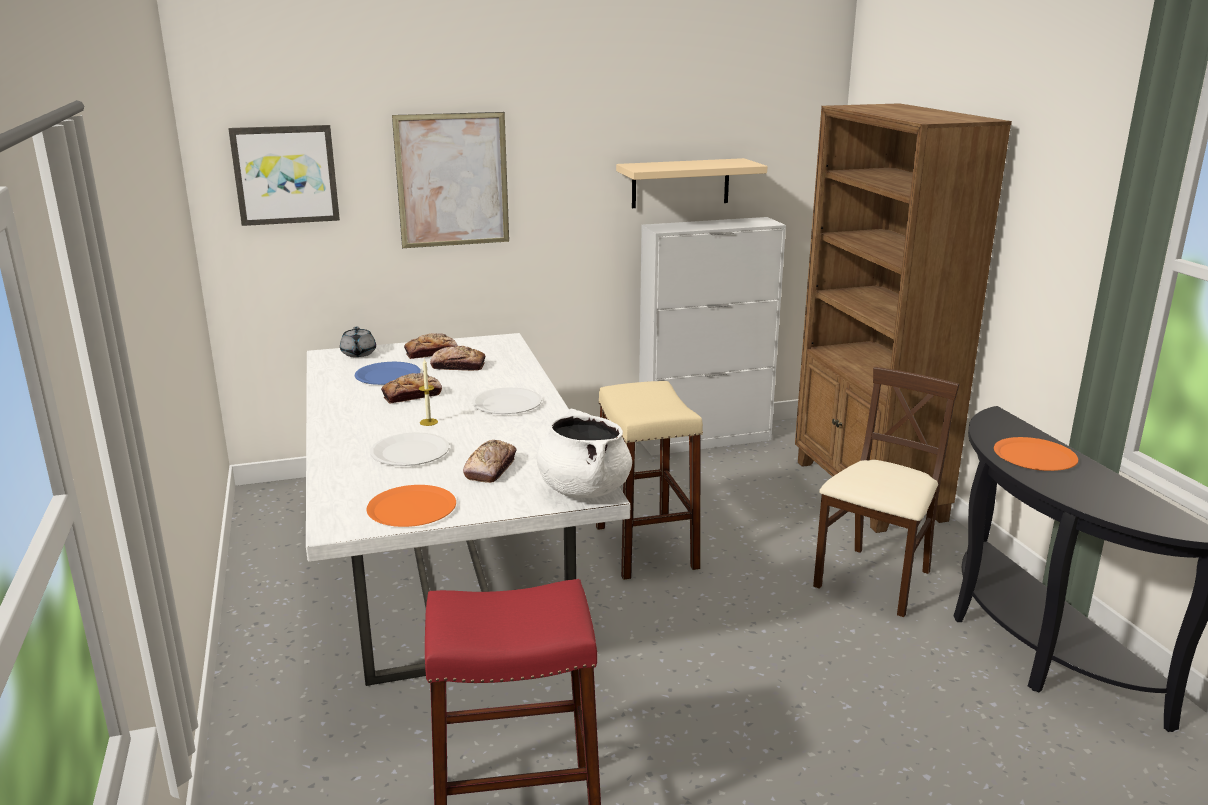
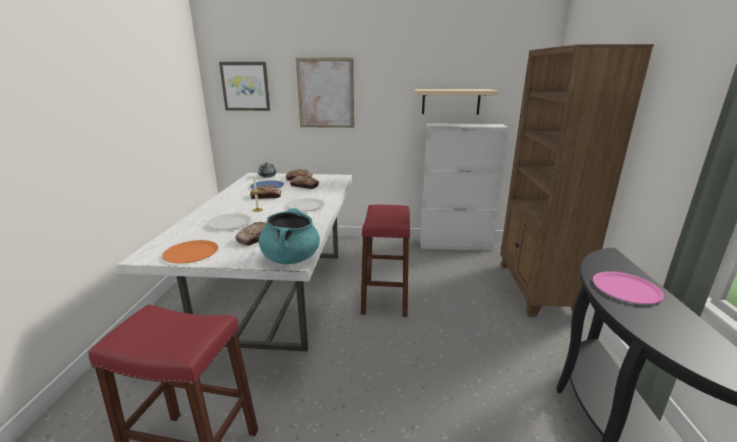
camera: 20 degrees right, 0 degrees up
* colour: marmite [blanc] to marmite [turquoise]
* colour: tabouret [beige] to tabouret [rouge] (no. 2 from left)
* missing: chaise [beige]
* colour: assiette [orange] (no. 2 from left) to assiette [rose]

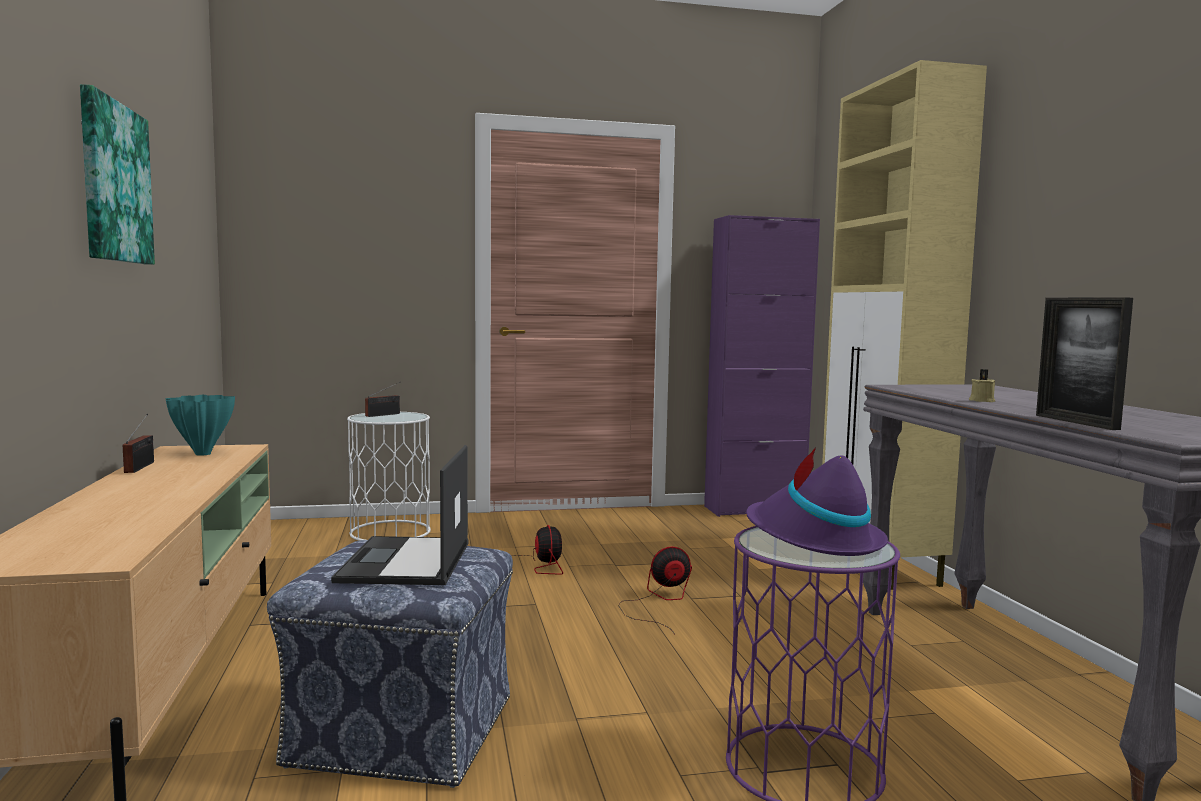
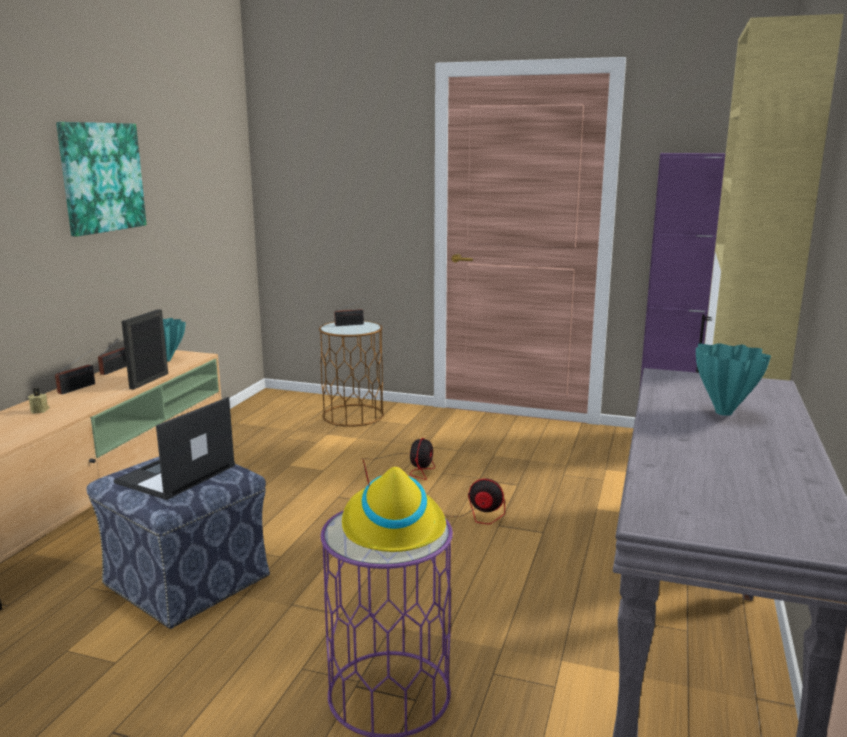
camera: 30 degrees right, 10 degrees up
* colour: table d'appoint [blanc] to table d'appoint [marron]
* colour: chapeau [violet] to chapeau [jaune]
* relocated: bougie [beige]
* relocated: cadre photo
* appeared: radio (no. 1 from left)
* appeared: vase [turquoise] (no. 2 from left)

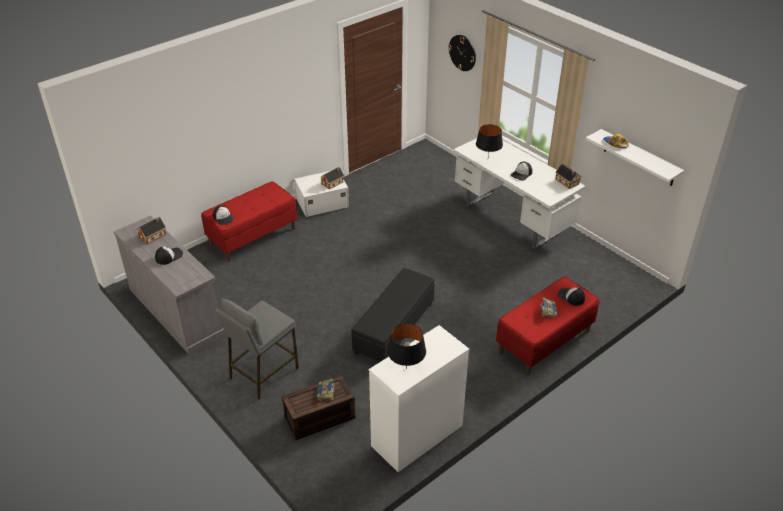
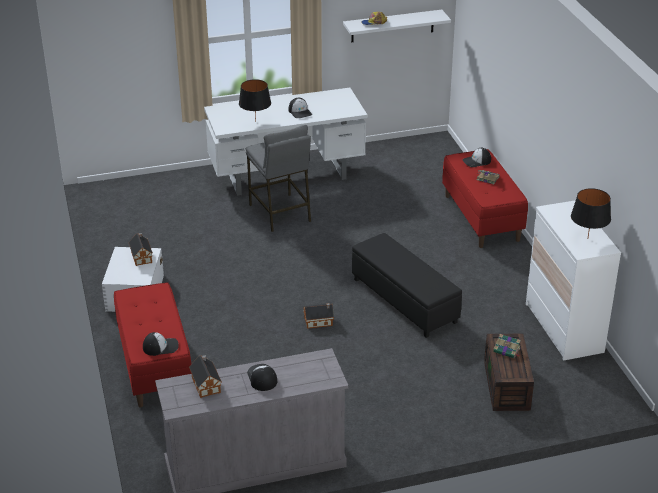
camera: 65 degrees left, 5 degrees down
* relocated: tabouret [gris]
* missing: horloge murale
* relocated: maison miniature (no. 3 from left)

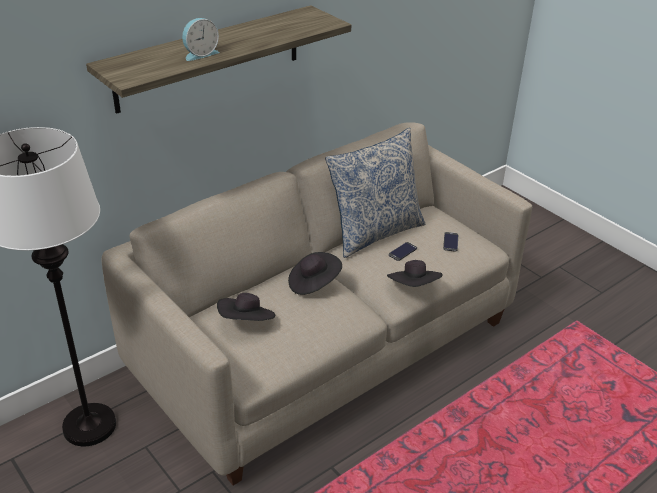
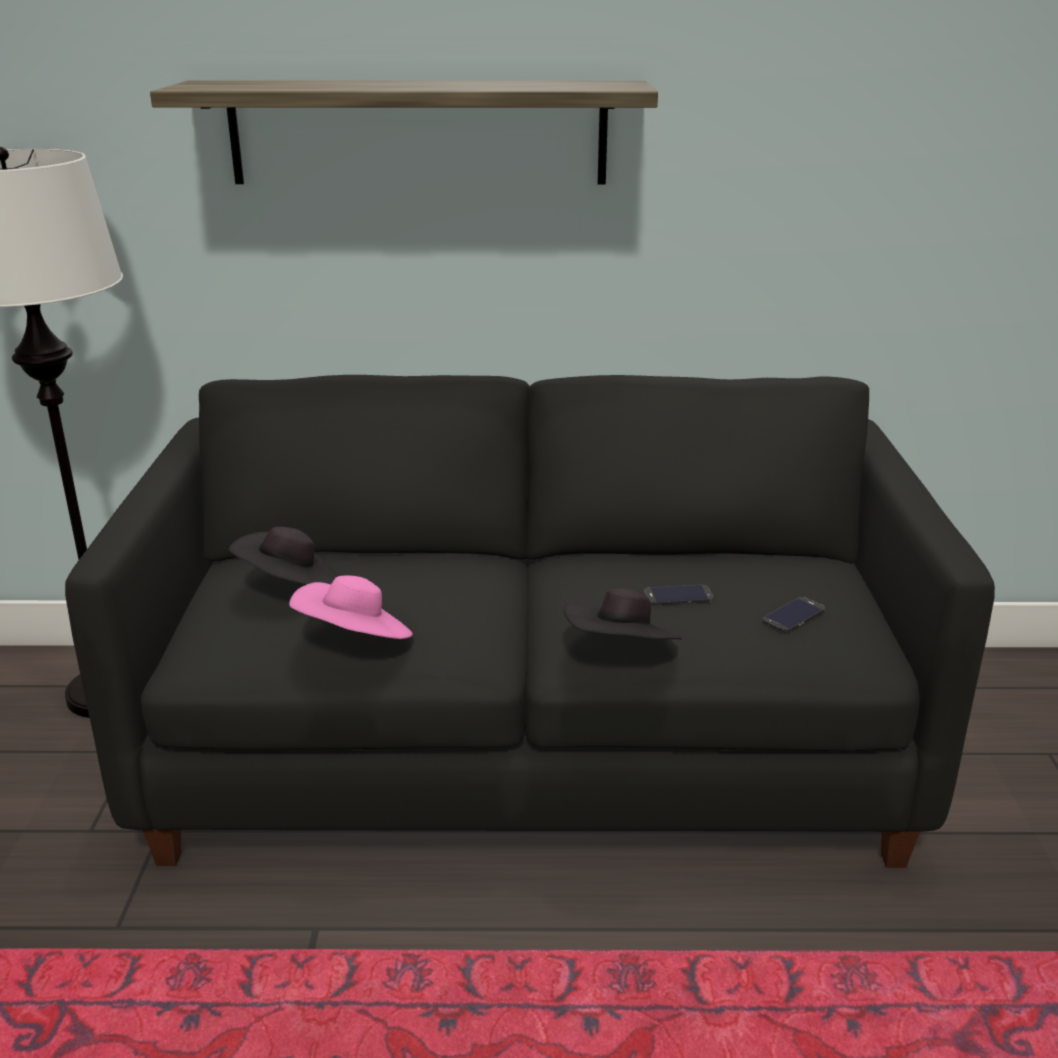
camera: 40 degrees right, 10 degrees down
* colour: canapé [beige] to canapé [noir]
* missing: réveil
* missing: chapeau [noir] (no. 2 from left)
* missing: coussin
* appeared: chapeau [rose]

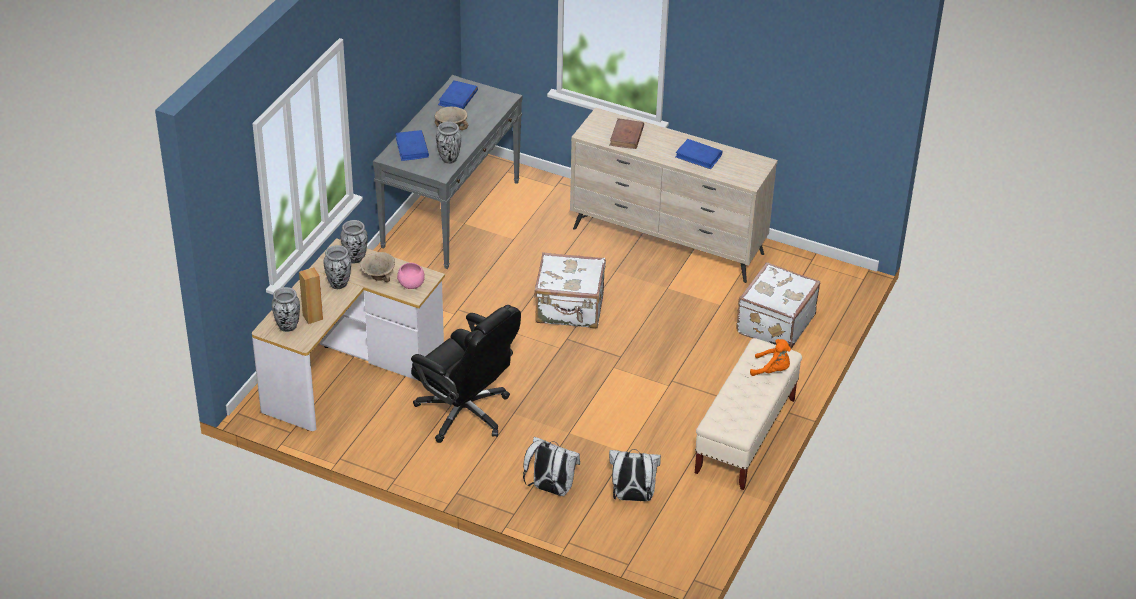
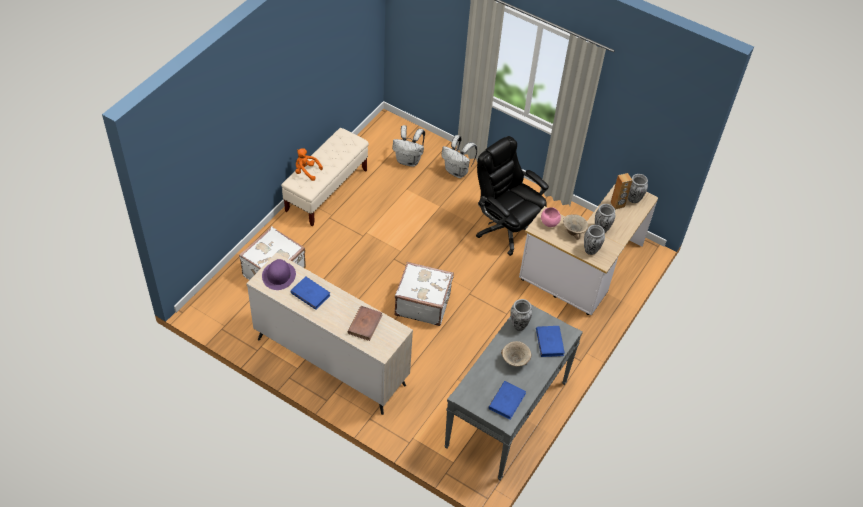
camera: 175 degrees left, 10 degrees up
* appeared: chapeau [violet]

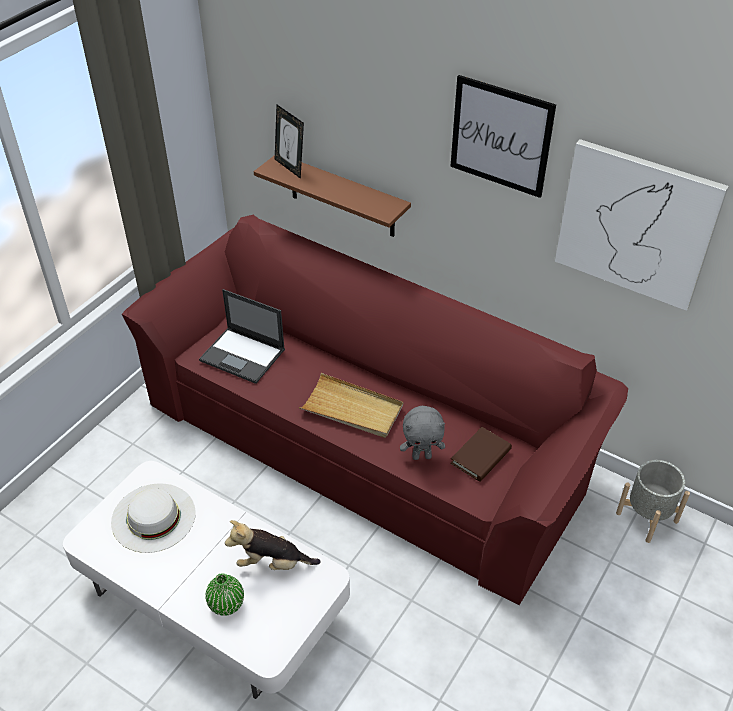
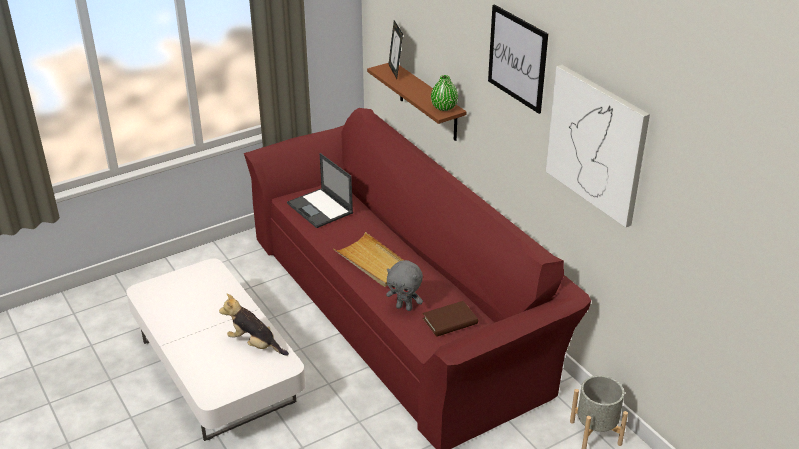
camera: 25 degrees right, 10 degrees down
* missing: chapeau [blanc]
* relocated: vase [vert]

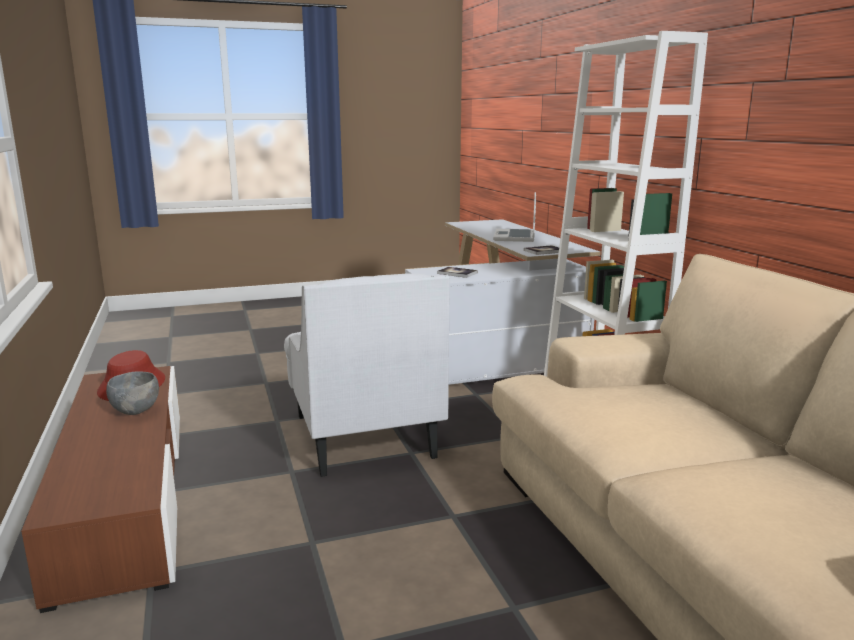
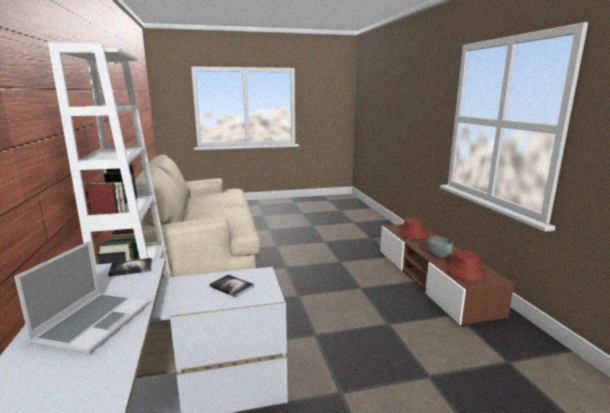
camera: 175 degrees left, 0 degrees up
* missing: fauteuil [blanc]
* appeared: chapeau [rouge] (no. 1 from left)

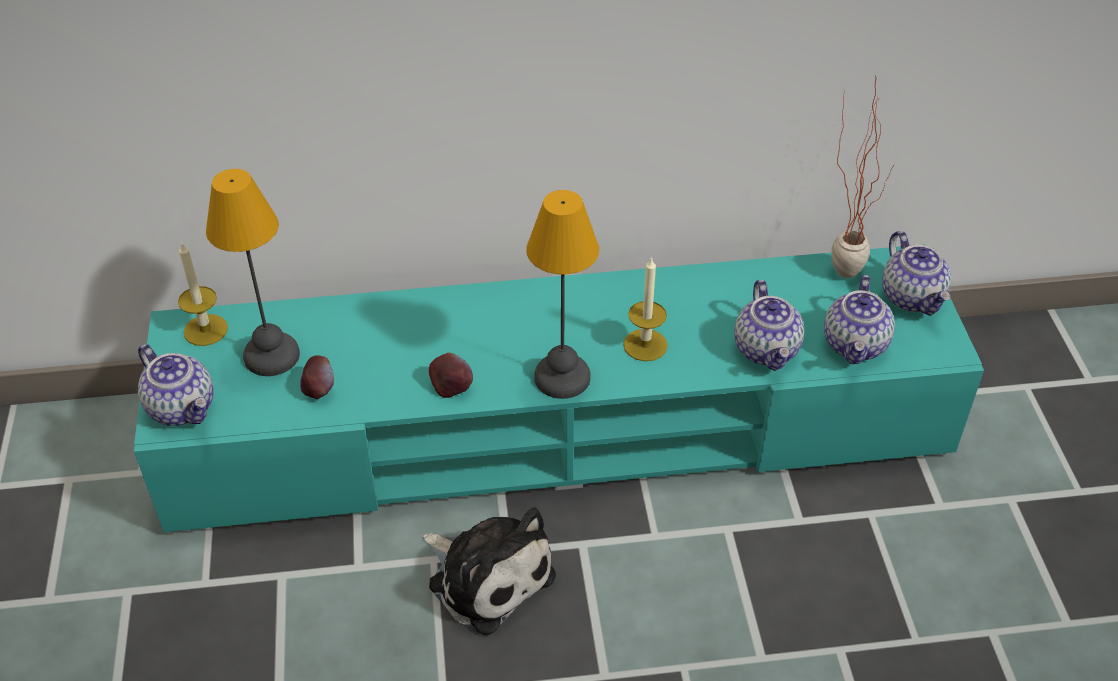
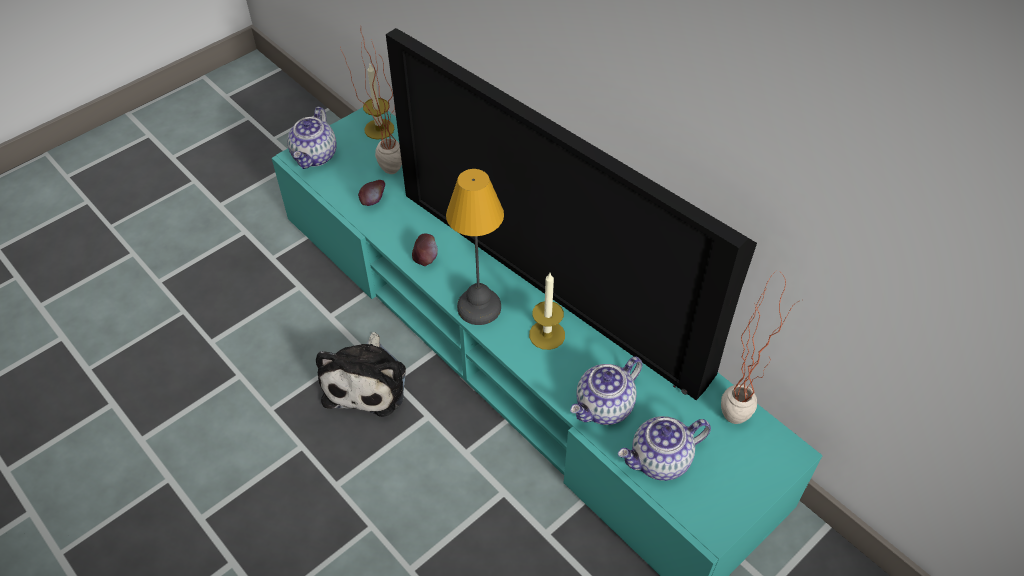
camera: 55 degrees right, 5 degrees up
* exchanged: lampe de table (no. 1 from left) to plante en pot (no. 1 from left)
* missing: théière (no. 4 from left)
* appeared: téléviseur

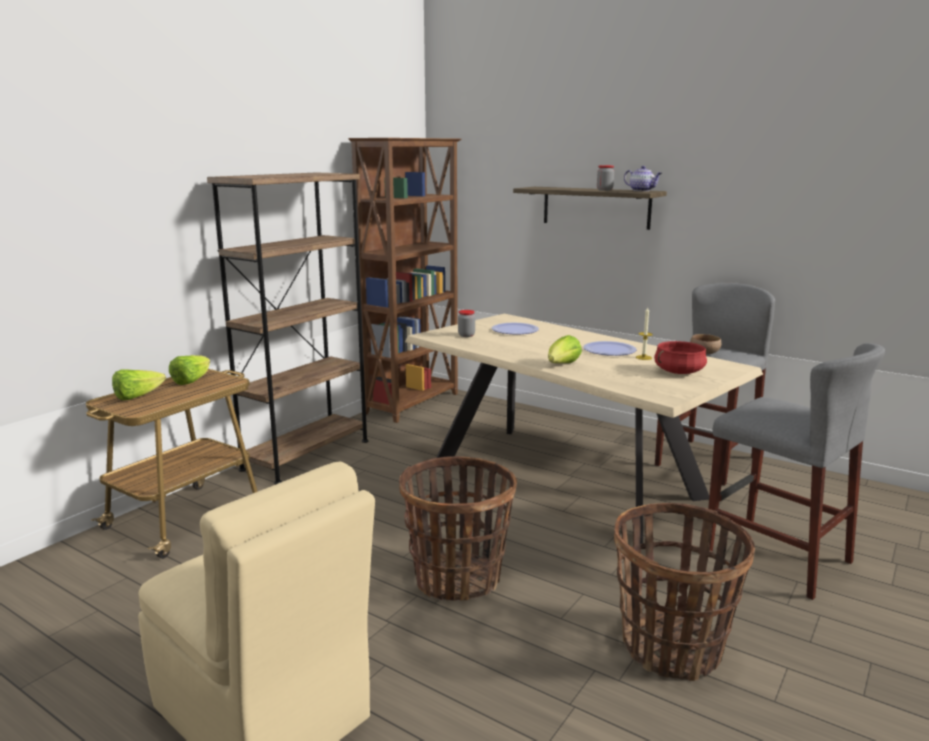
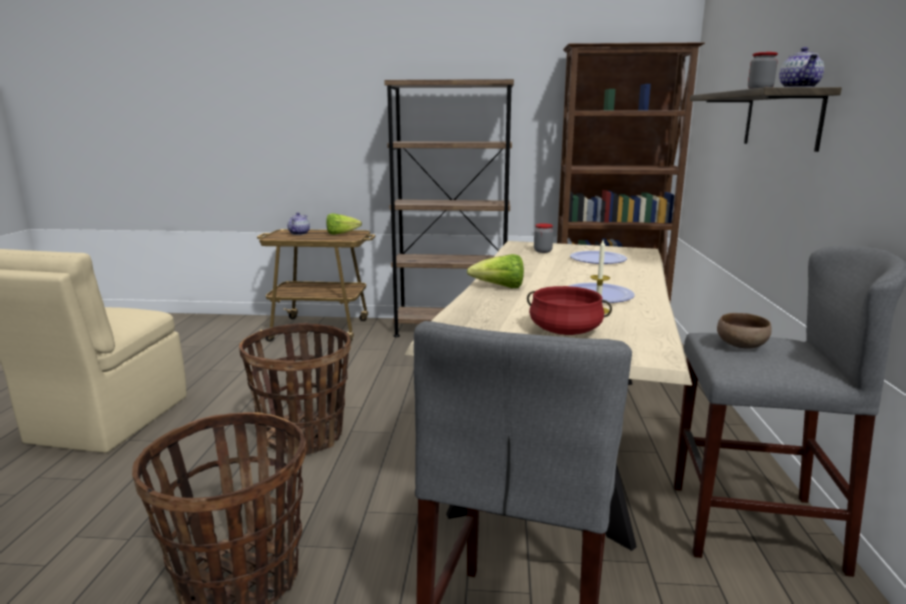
camera: 60 degrees right, 0 degrees up
* exchanged: laitue (no. 1 from left) to théière (no. 1 from left)

